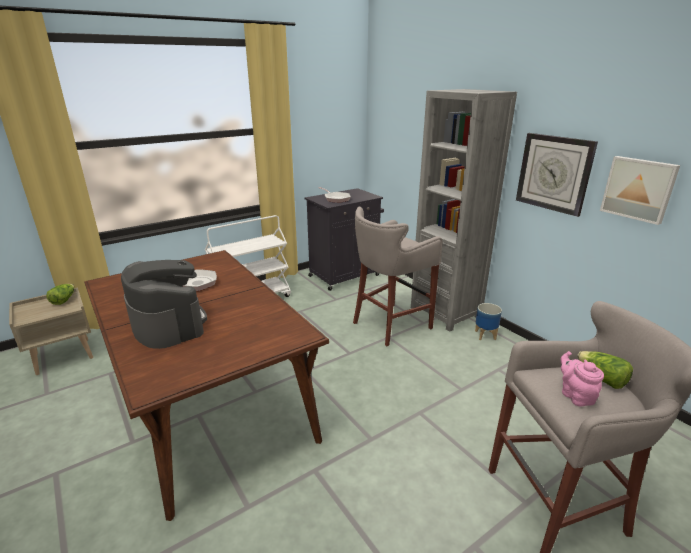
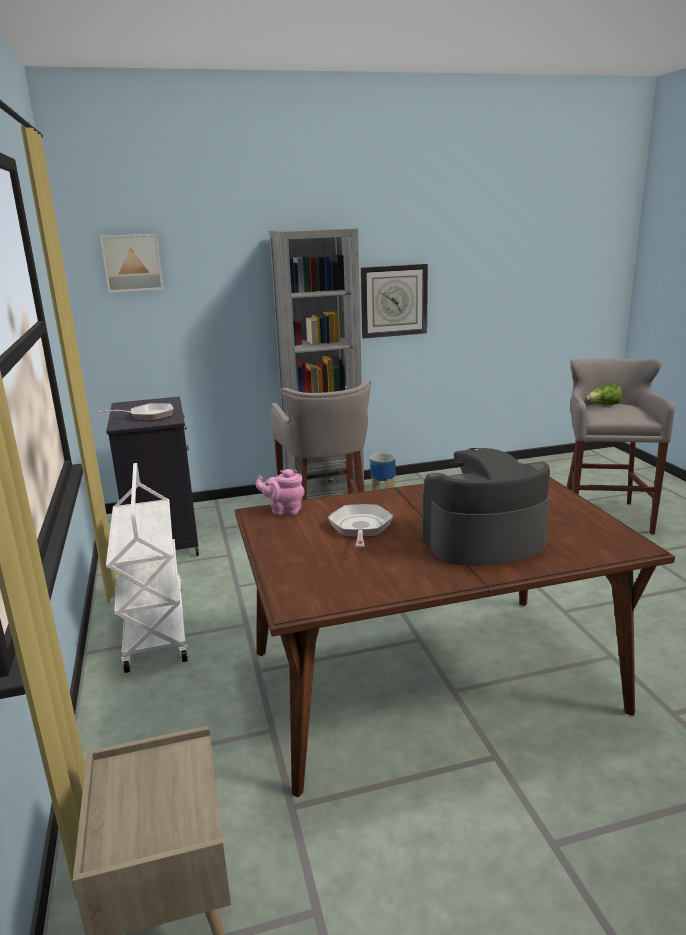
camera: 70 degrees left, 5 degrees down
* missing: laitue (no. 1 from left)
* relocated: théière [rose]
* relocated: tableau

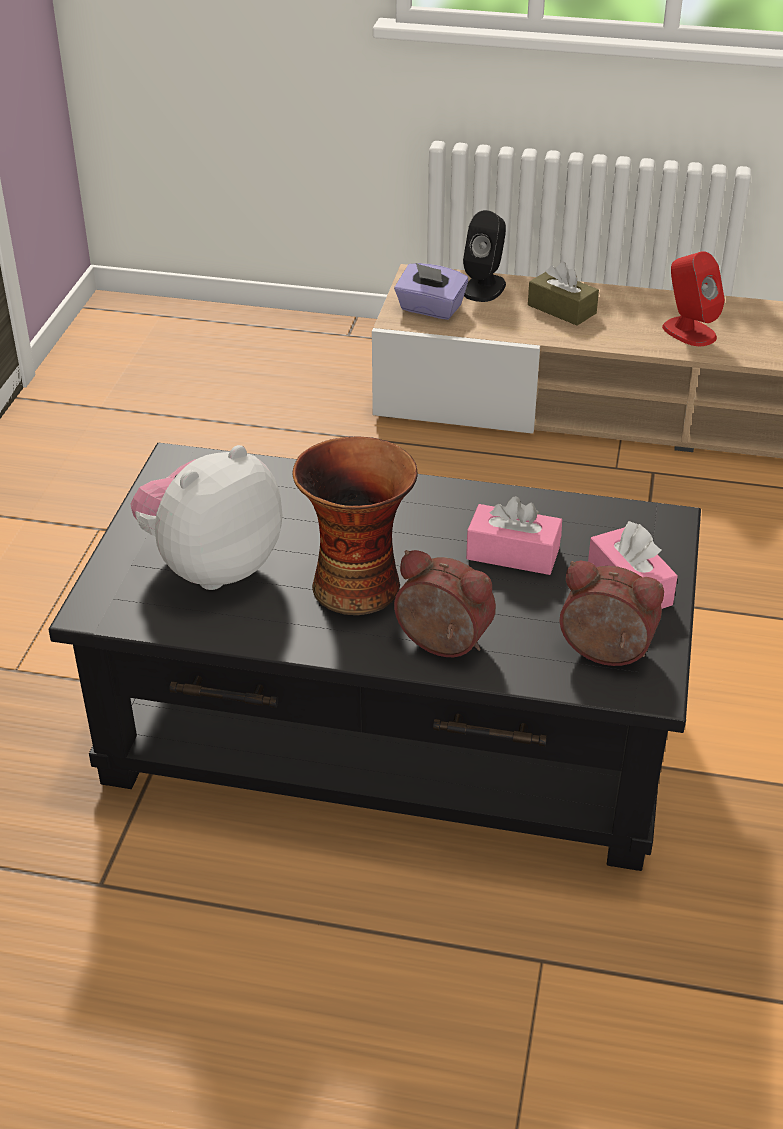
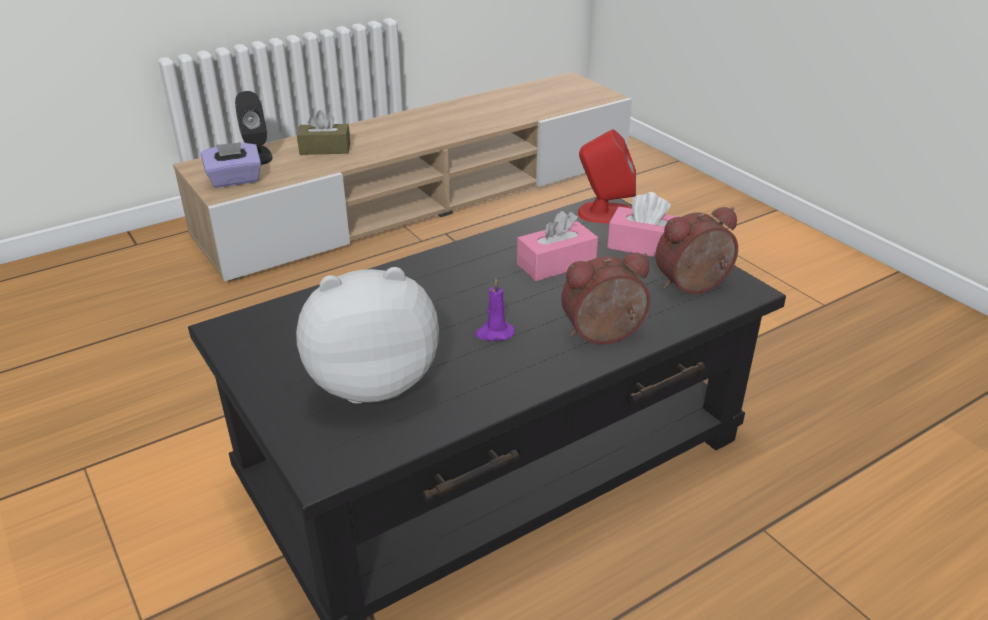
camera: 45 degrees left, 5 degrees down
* spun: peluche 75 degrees clockwise
* exchanged: vase to bougie [violet]
* relocated: enceinte [rouge]

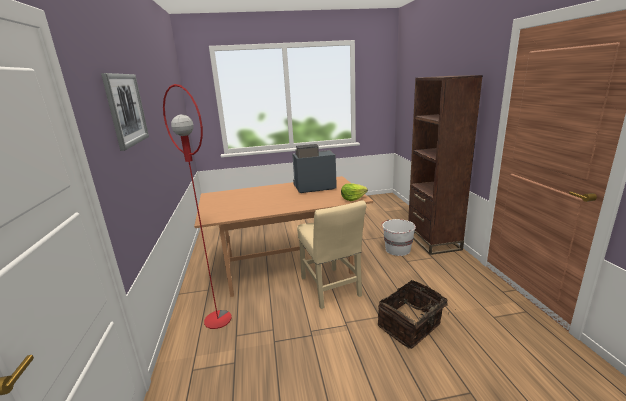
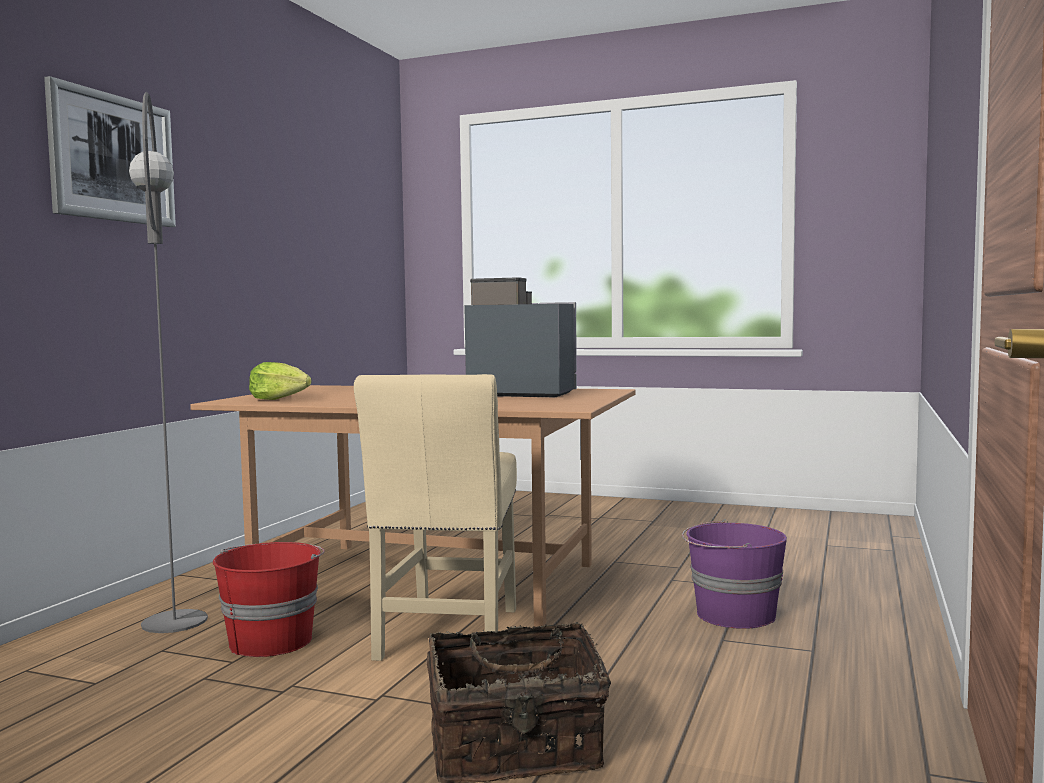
camera: 30 degrees right, 15 degrees down
* colour: lampadaire [rouge] to lampadaire [gris]
* relocated: laitue
* colour: seau [blanc] to seau [violet]
* missing: bibliothèque [marron]
* appeared: seau [rouge]

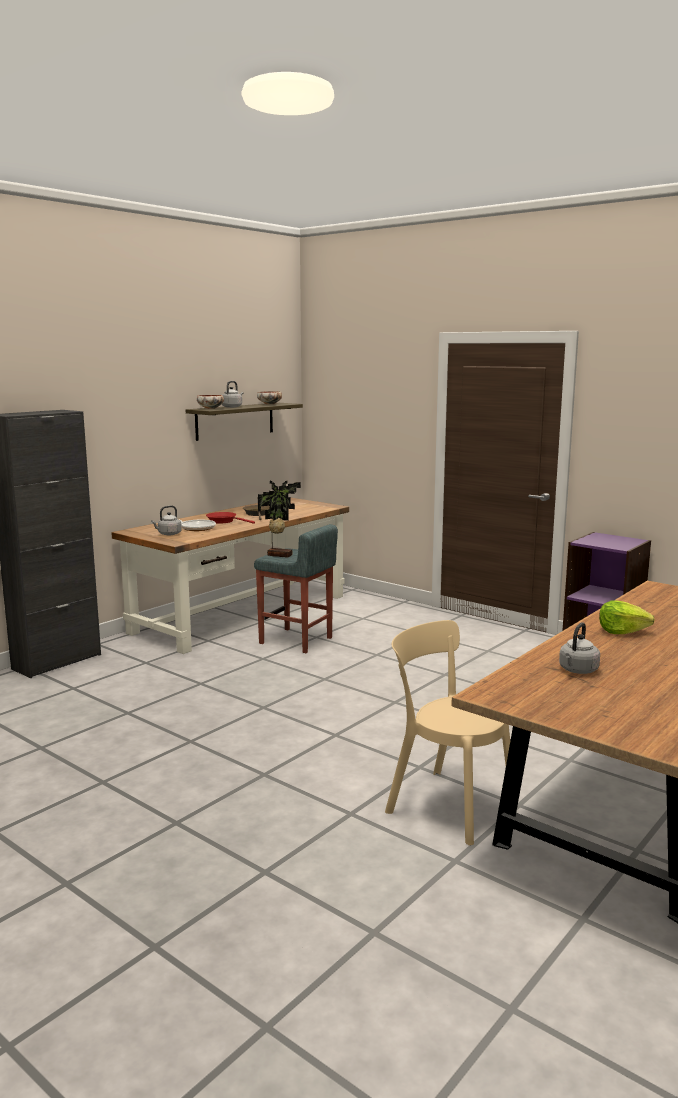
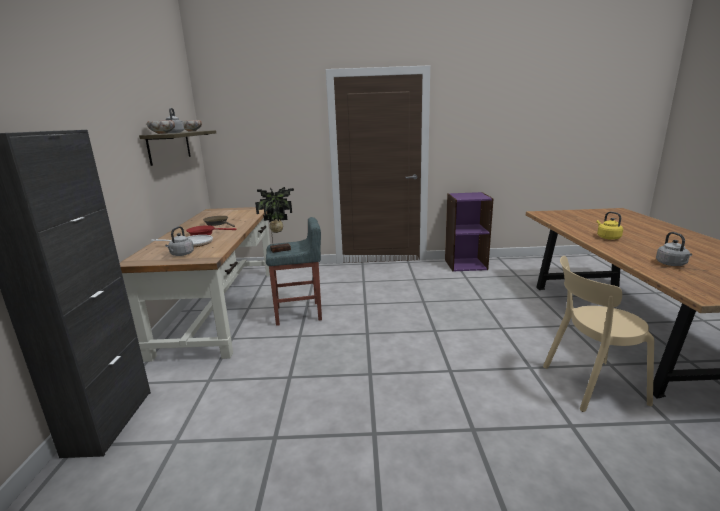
camera: 40 degrees left, 5 degrees up
* exchanged: laitue to bouilloire [jaune]

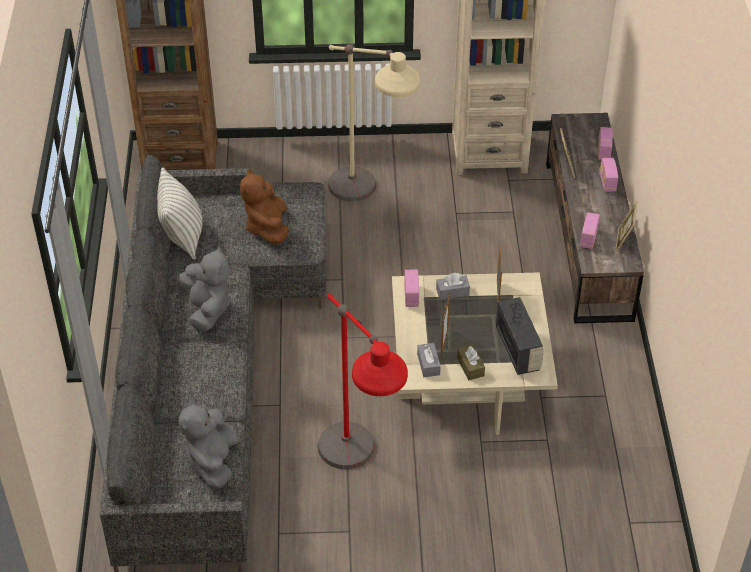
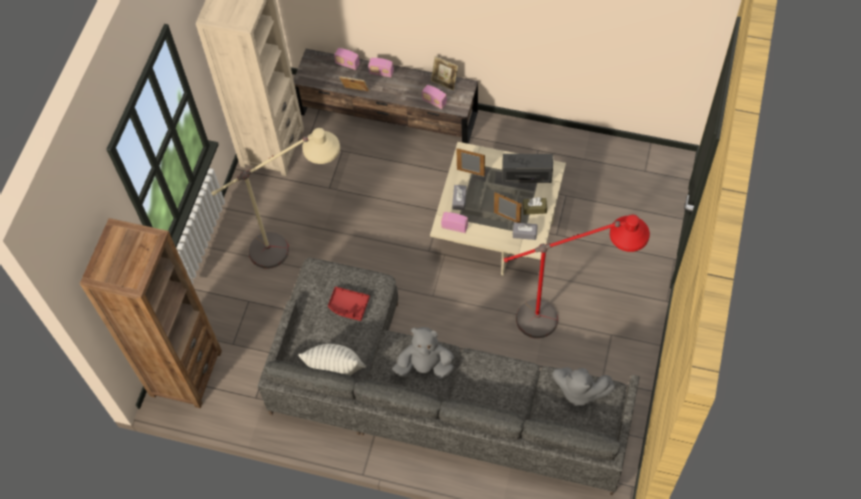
camera: 70 degrees left, 15 degrees up
* exchanged: peluche [marron] to plateau [rouge]

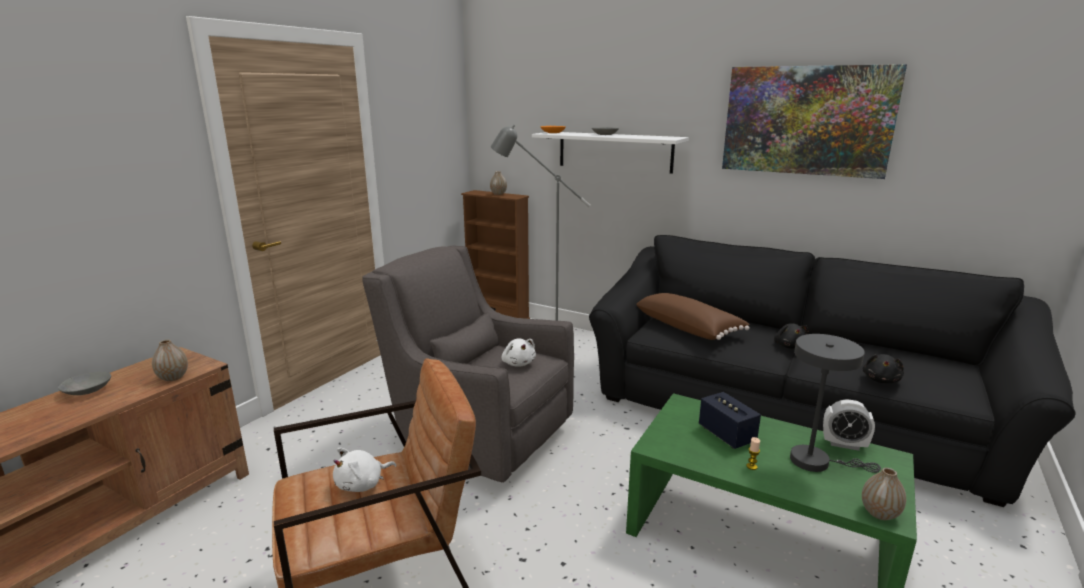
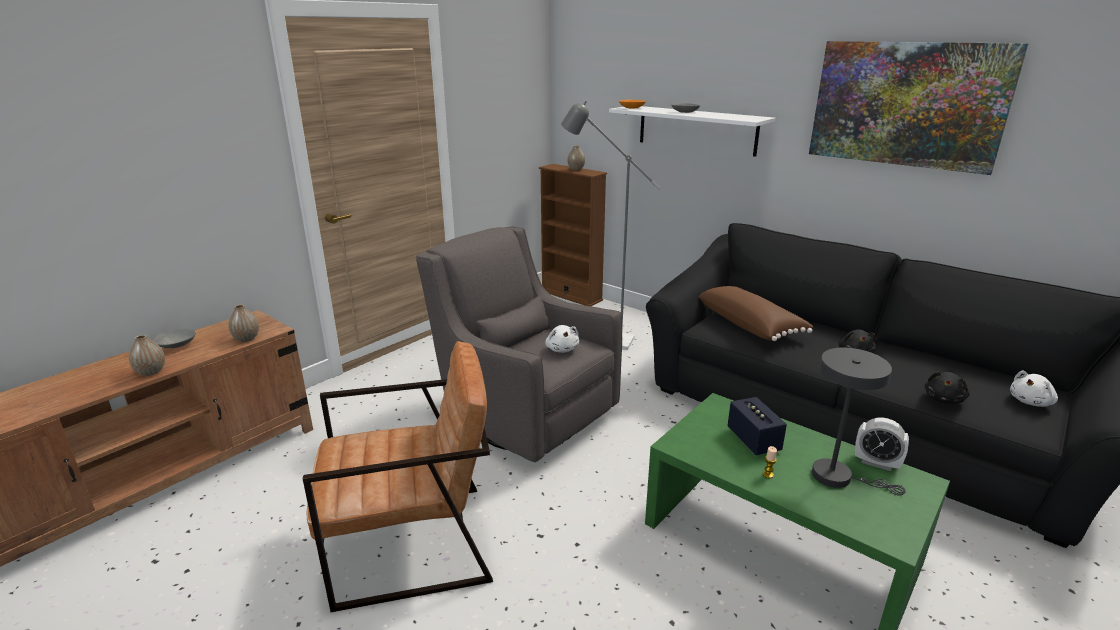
camera: 10 degrees right, 5 degrees up
* relocated: peluche [blanc] (no. 1 from left in the first image) to peluche [blanc] (no. 2 from left)
* relocated: vase (no. 3 from left in the first image) to vase (no. 1 from left)

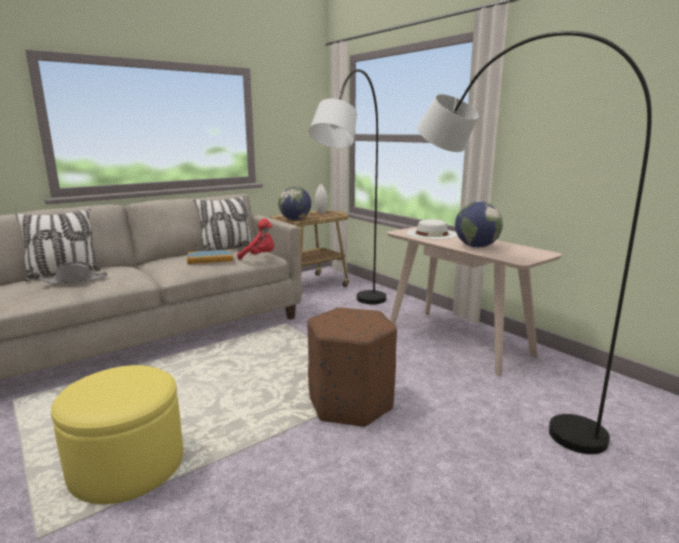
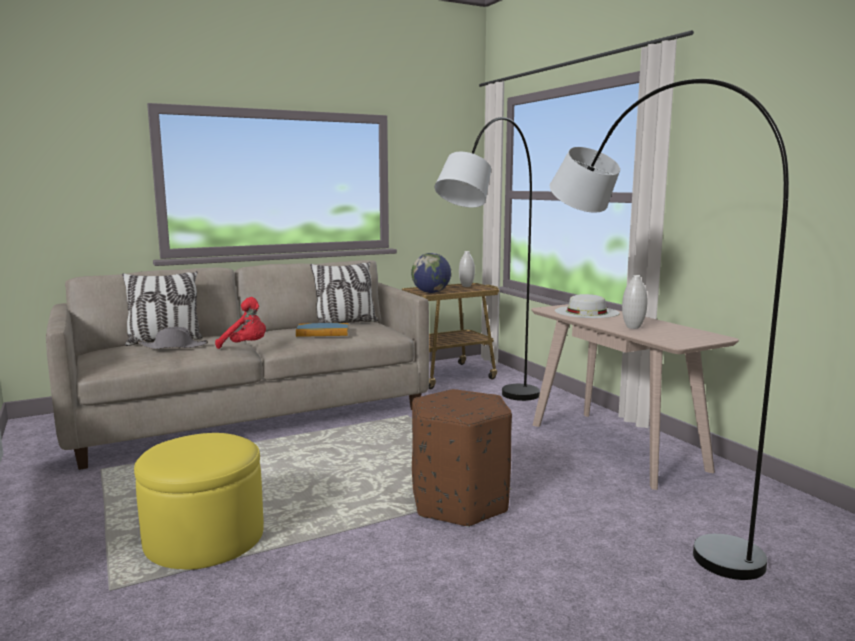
camera: 10 degrees right, 5 degrees down
* relocated: peluche [rouge]
* exchanged: globe (no. 2 from left) to vase [blanc] (no. 2 from left)

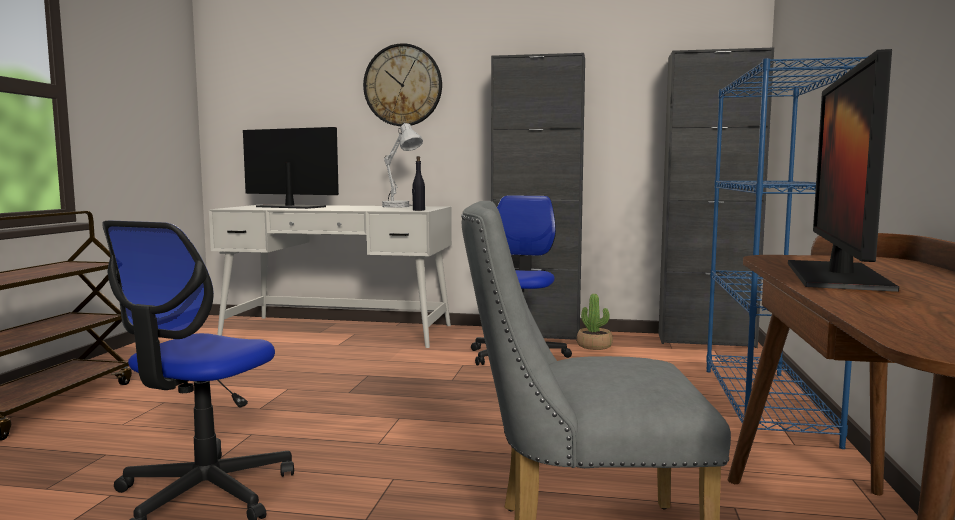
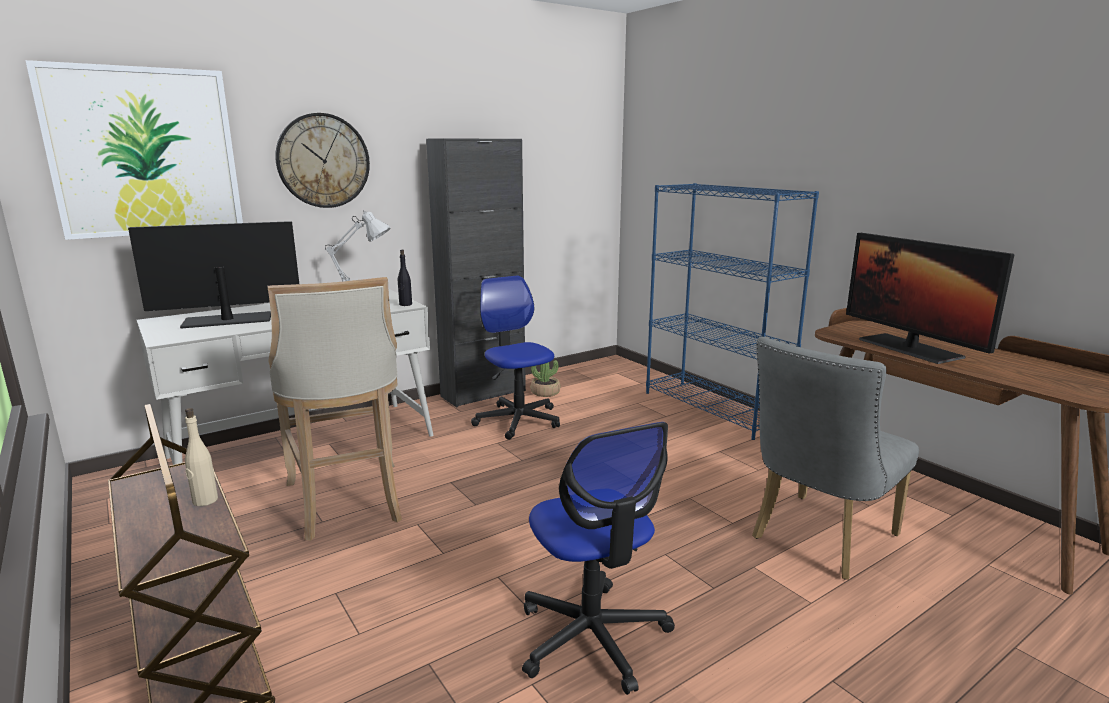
camera: 45 degrees left, 10 degrees up
* missing: meuble de rangement [noir] (no. 2 from left)
* appeared: tableau
* appeared: bouteille [beige]
* appeared: tabouret [beige]

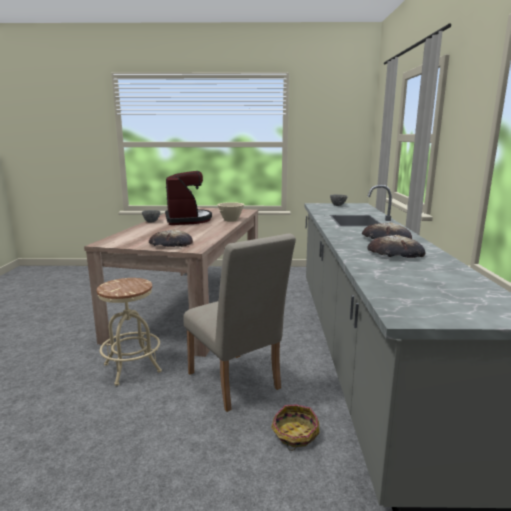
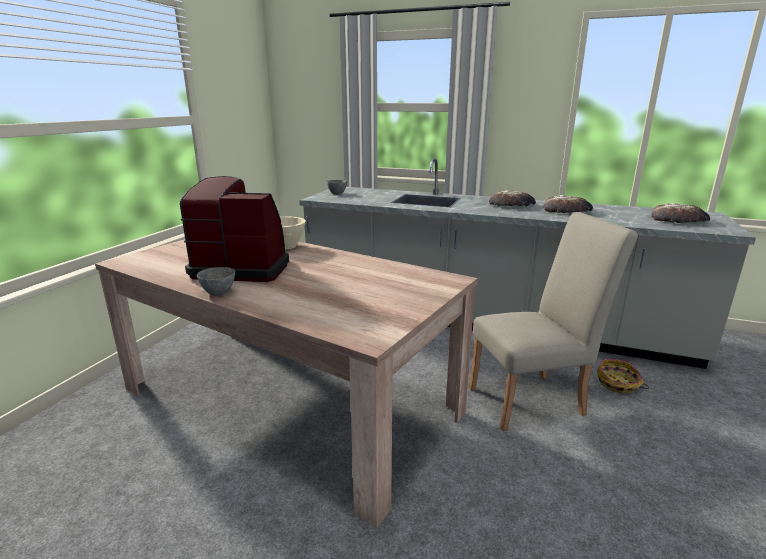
camera: 70 degrees left, 5 degrees up
* missing: tabouret [beige]
* relocated: pain (no. 1 from left in the first image) to pain (no. 3 from left)

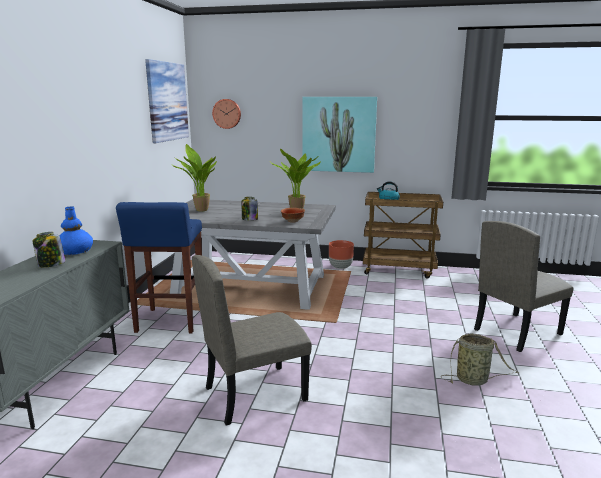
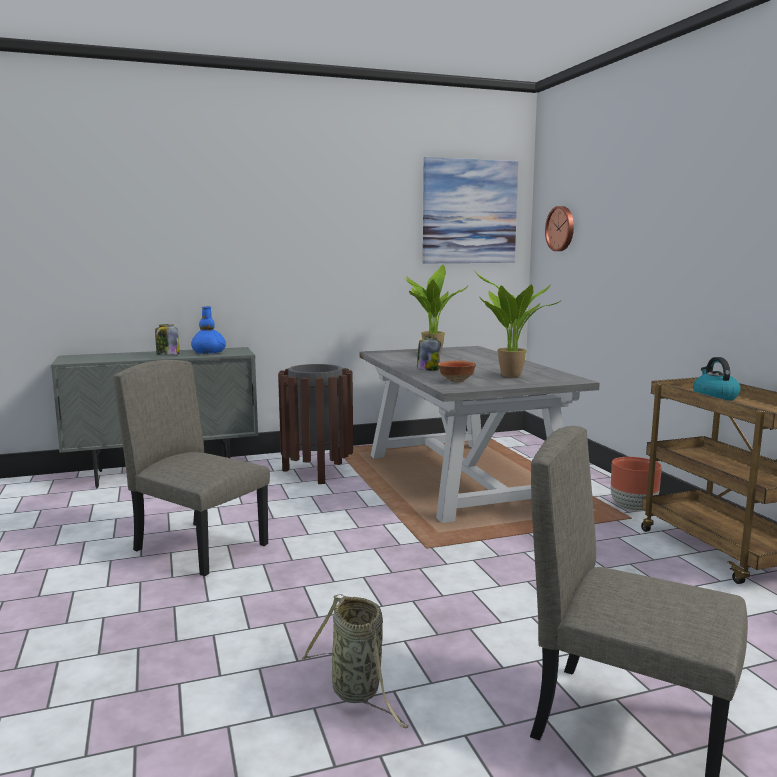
camera: 60 degrees right, 5 degrees down
* exchanged: tabouret [bleu] to poubelle [marron]
* missing: tableau (no. 2 from left)

